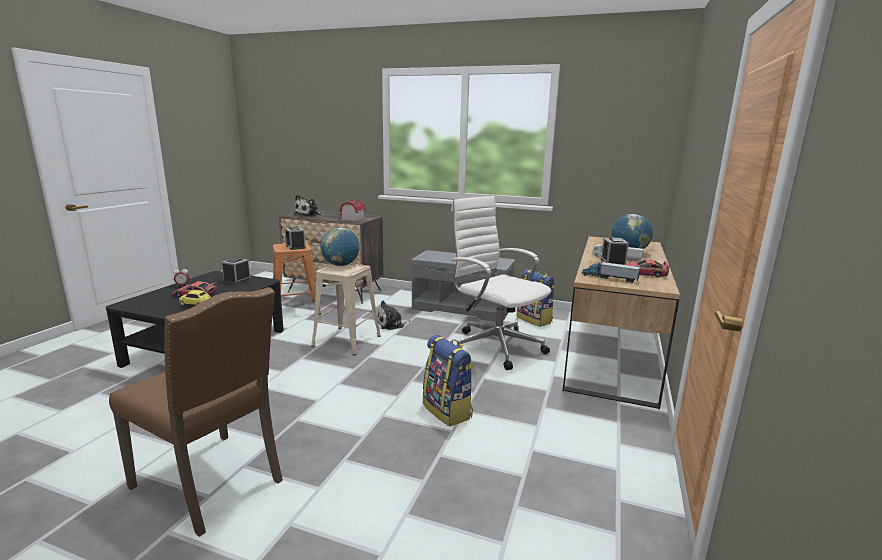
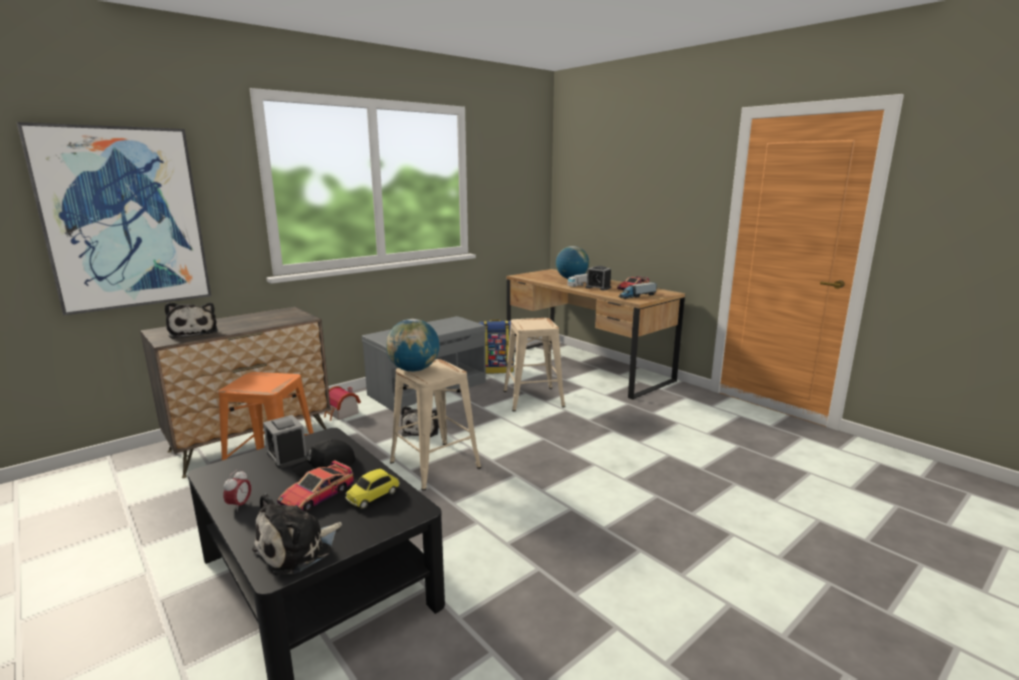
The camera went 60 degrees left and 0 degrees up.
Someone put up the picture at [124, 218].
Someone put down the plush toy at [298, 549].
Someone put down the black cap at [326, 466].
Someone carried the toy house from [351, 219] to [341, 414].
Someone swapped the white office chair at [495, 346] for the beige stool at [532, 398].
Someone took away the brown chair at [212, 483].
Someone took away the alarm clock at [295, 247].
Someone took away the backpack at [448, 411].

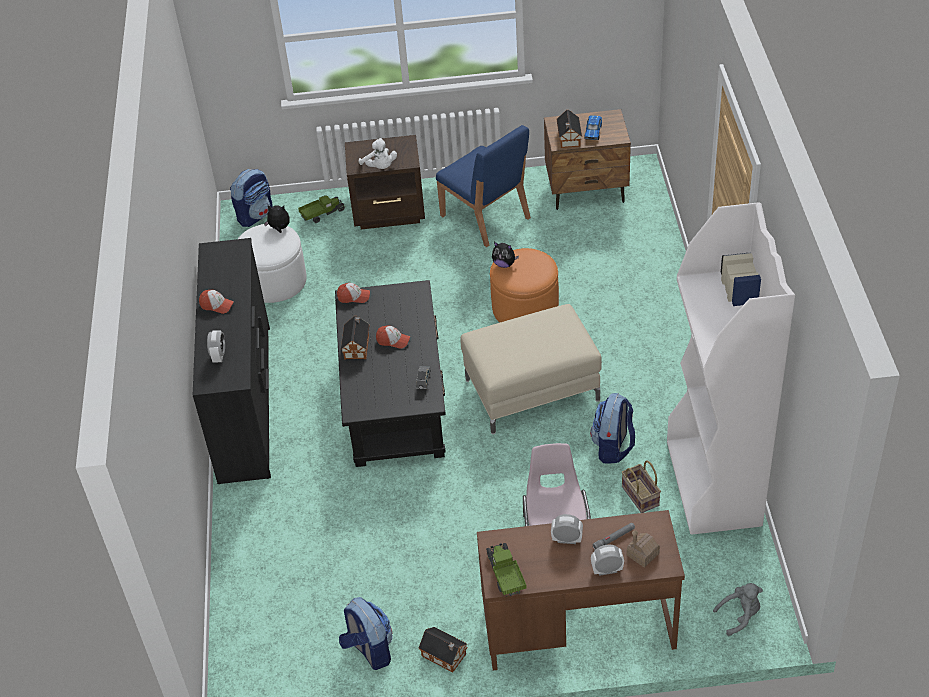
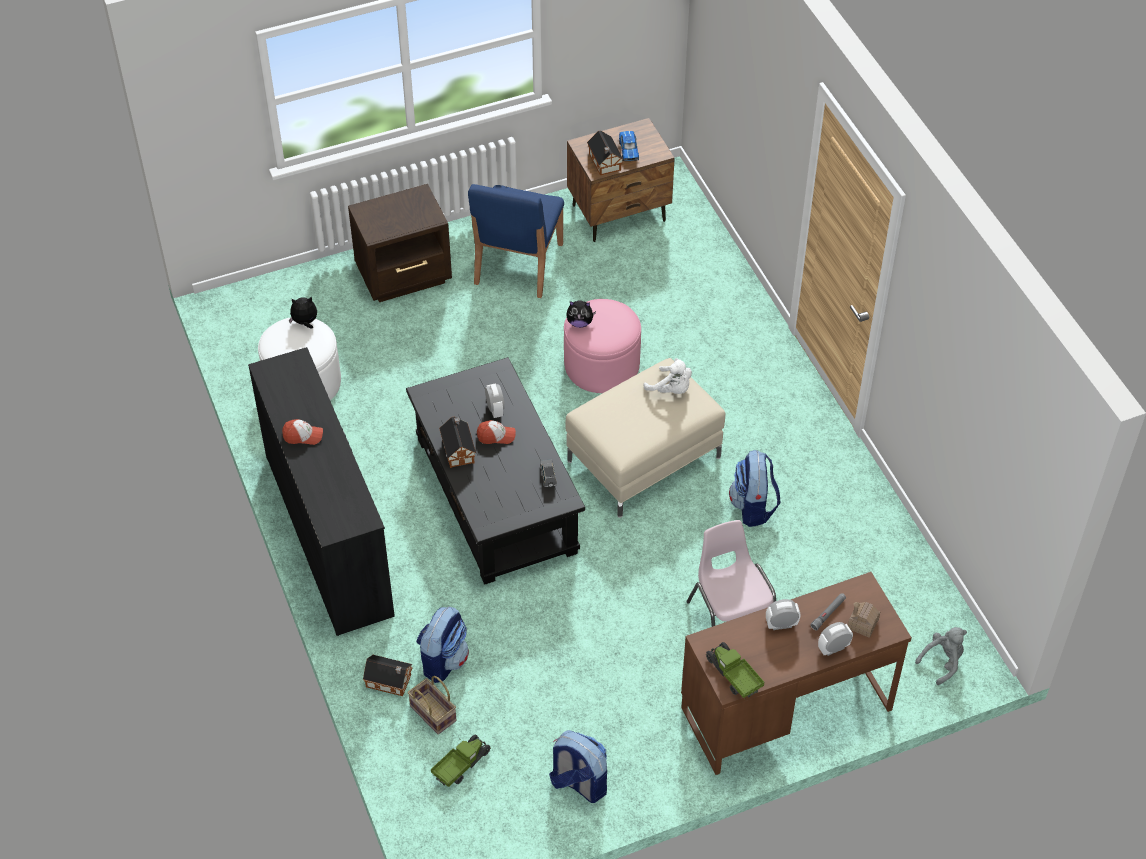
The camera went 20 degrees left and 5 degrees up.
Someone carried the toy house from [445, 656] to [390, 682].
Someone carried the basket from [639, 495] to [431, 713].
Someone carried the backpack from [255, 215] to [443, 660].
Someone carried the toy truck from [322, 214] to [461, 765].
Someone rotated the blue chair at [485, 217] by 75 degrees clockwise.
Someone carried the alarm clock from [219, 355] to [495, 409].
Someone repainted the orange ottoman at [525, 308], which became the pink ottoman at [601, 365].
Someone carried the white plush toy from [380, 167] to [671, 389].
Someone took away the cap at [354, 297].
Someone took away the white bookcase at [714, 484].

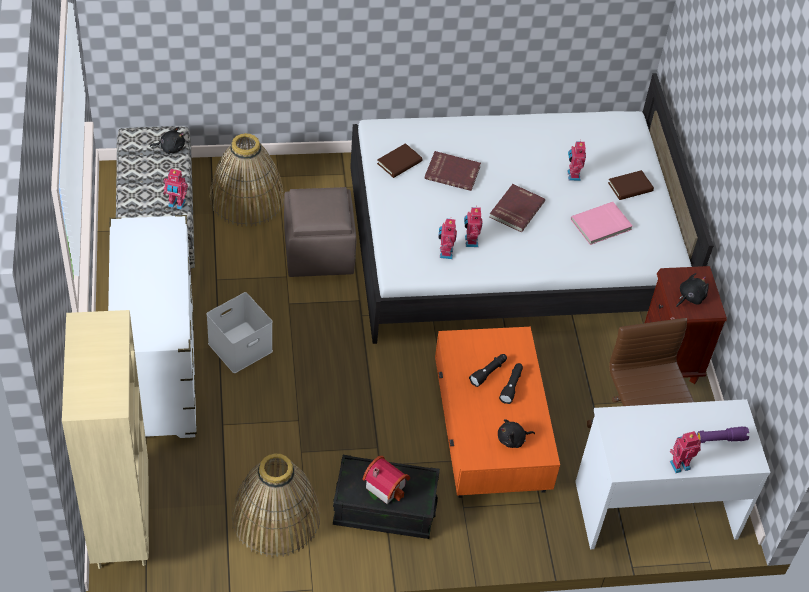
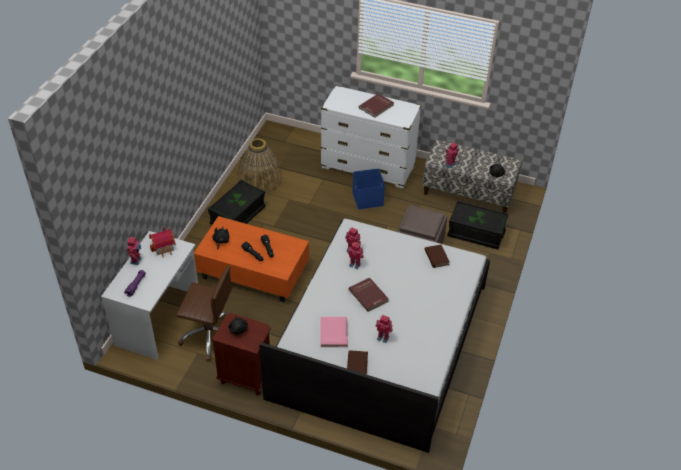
The camera went 120 degrees right and 5 degrees down.
Someone carried the toy house from [386, 485] to [164, 248].
Someone repainted the white storage box at [240, 346], which became the blue storage box at [368, 199].
Someone carried the red book from [452, 172] to [376, 107].
Someone swapped the basket at [247, 199] for the black storage box at [476, 233].
Someone took away the beige bookcase at [120, 524].

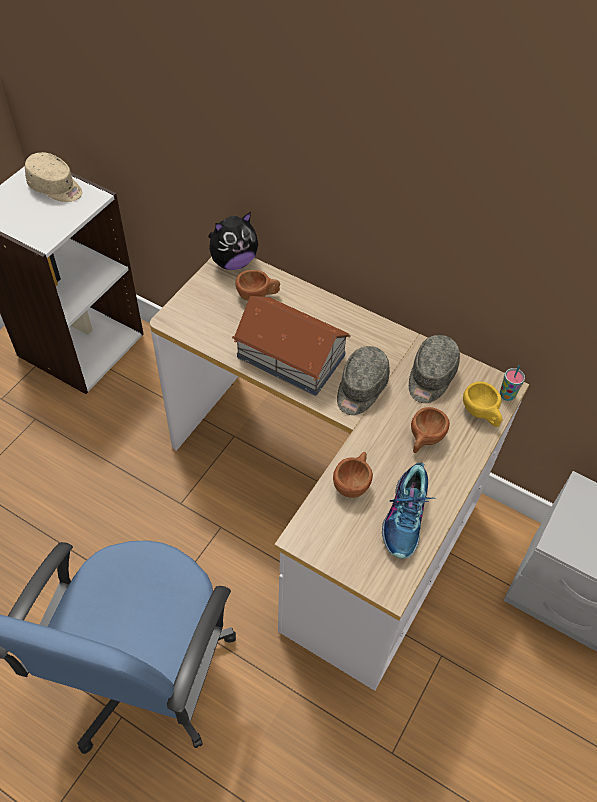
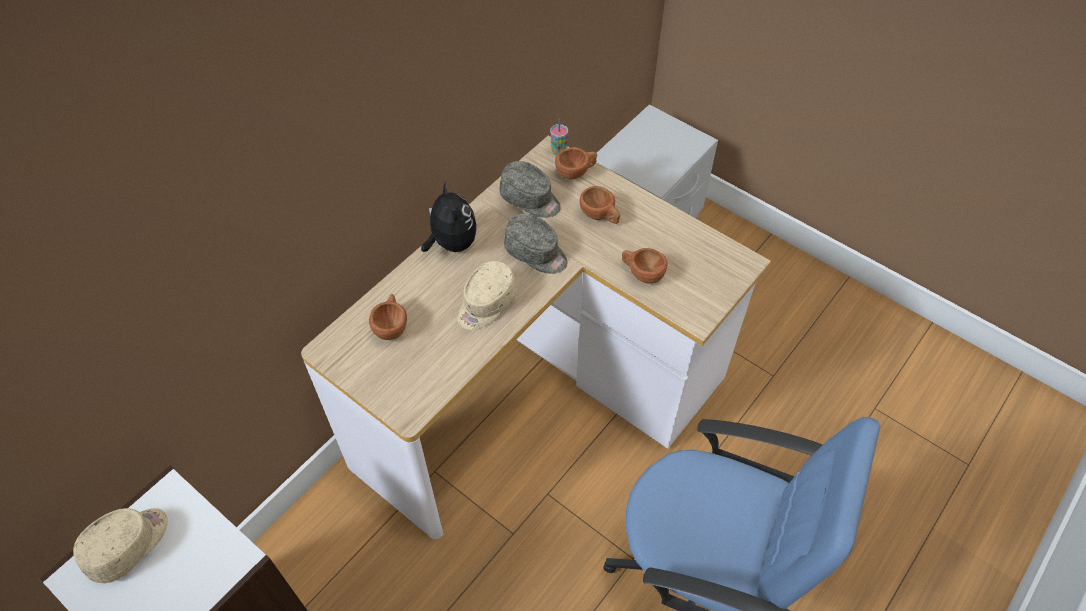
The camera went 80 degrees left and 0 degrees up.
Someone carried the plush toy from [233, 262] to [451, 243].
Someone swapped the toy house at [291, 357] for the beige cap at [486, 304].
Someone repainted the yellow cup at [481, 413], which became the brown cup at [576, 172].
Someone took away the shoe at [406, 517].

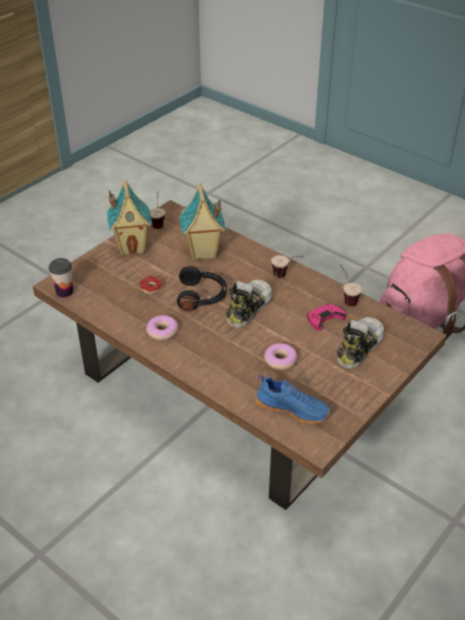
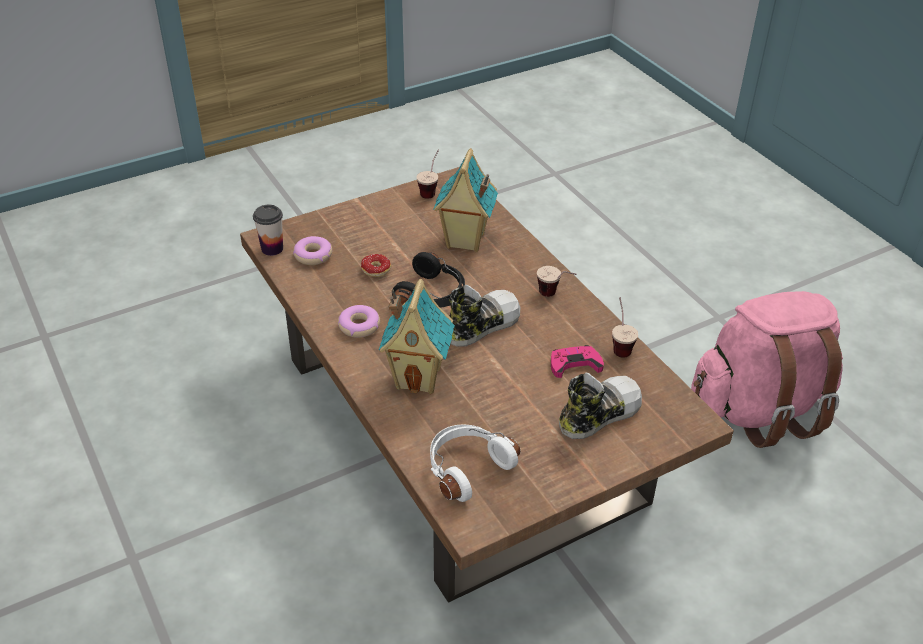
The camera went 20 degrees right and 0 degrees up.
Someone carried the donut from [280, 360] to [313, 255].
Someone carried the toy house from [132, 247] to [419, 378].
Someone swapped the blue shoe at [293, 408] for the white headphones at [466, 468].

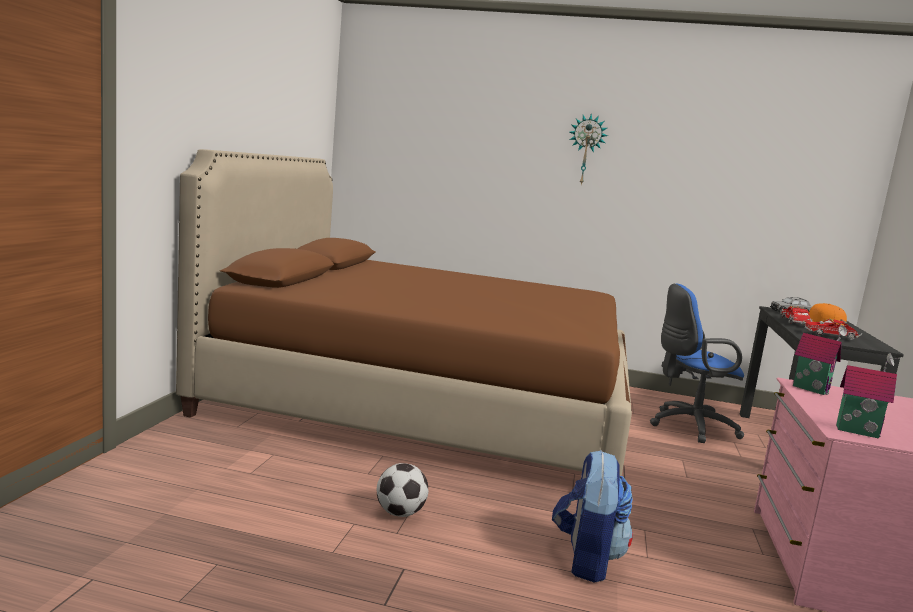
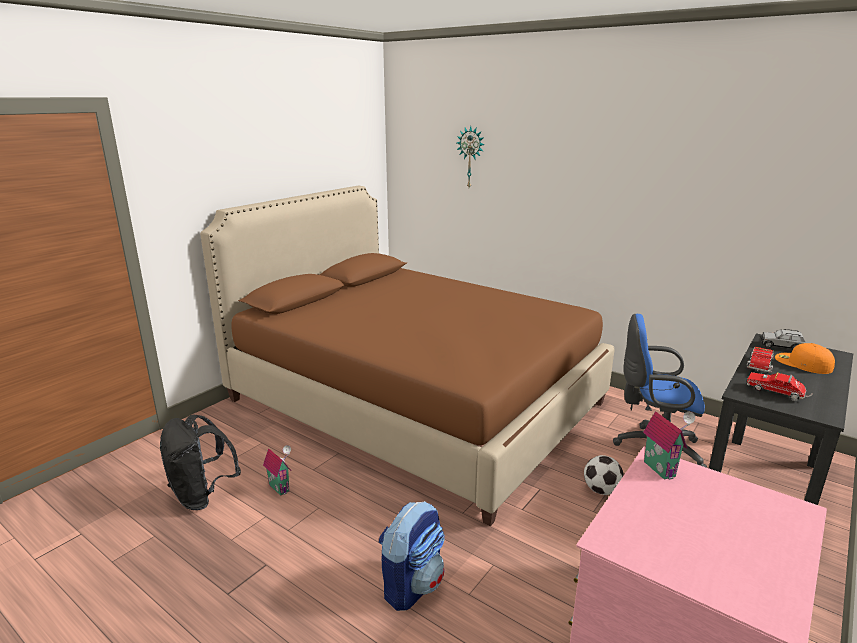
The camera went 25 degrees right and 10 degrees up.
Someone put down the black backpack at [202, 495].
Someone carried the toy house from [857, 431] to [281, 487].
Someone carried the wall clock from [586, 150] to [471, 157].
Someone carried the football from [400, 513] to [601, 490].

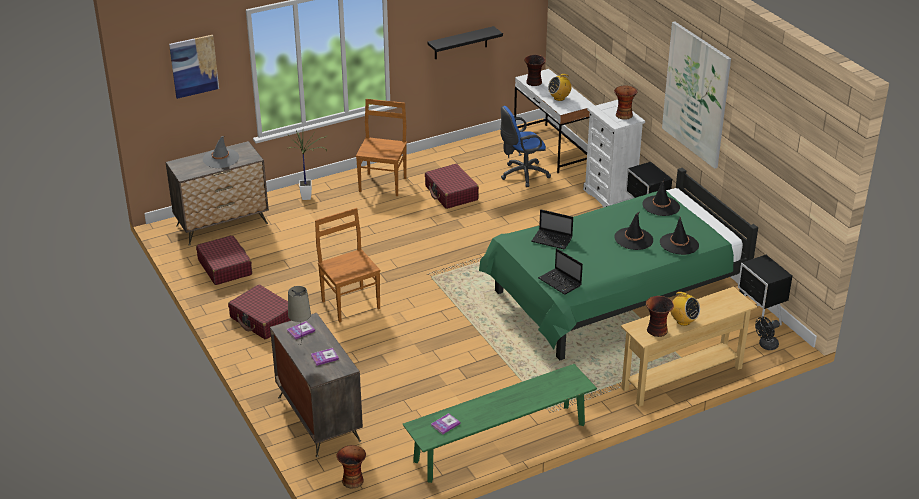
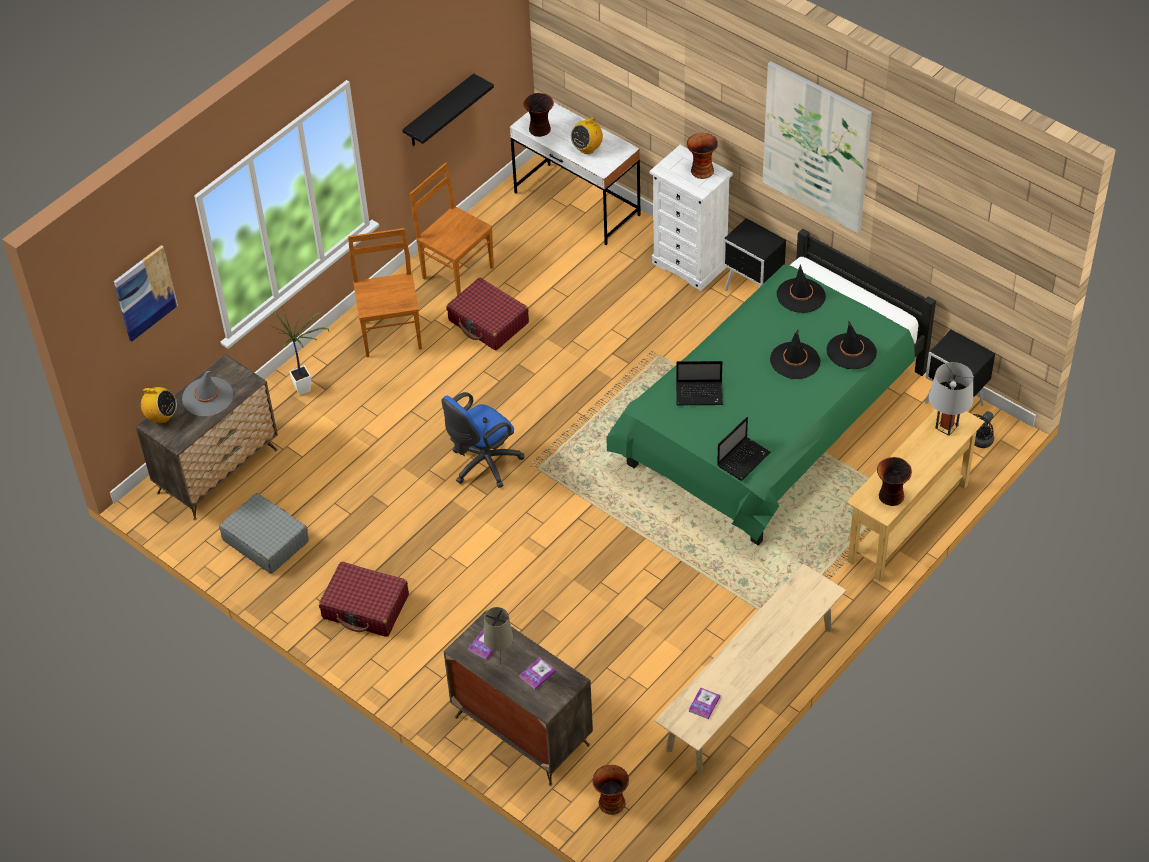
The camera went 20 degrees left and 15 degrees up.
Someone carried the radio from [683, 321] to [161, 417].
Someone repainted the red suitcase at [225, 267], which became the grey suitcase at [265, 540].
Someone carried the brown chair from [350, 304] to [456, 271].
Someone carried the blue office chair from [522, 175] to [482, 465].
Someone repainted the green bench at [500, 443], which became the beige bench at [750, 688].
Someone rotated the laptop at [560, 282] by 75 degrees counterclockwise.
Someone put down the grey table lamp at [946, 426].

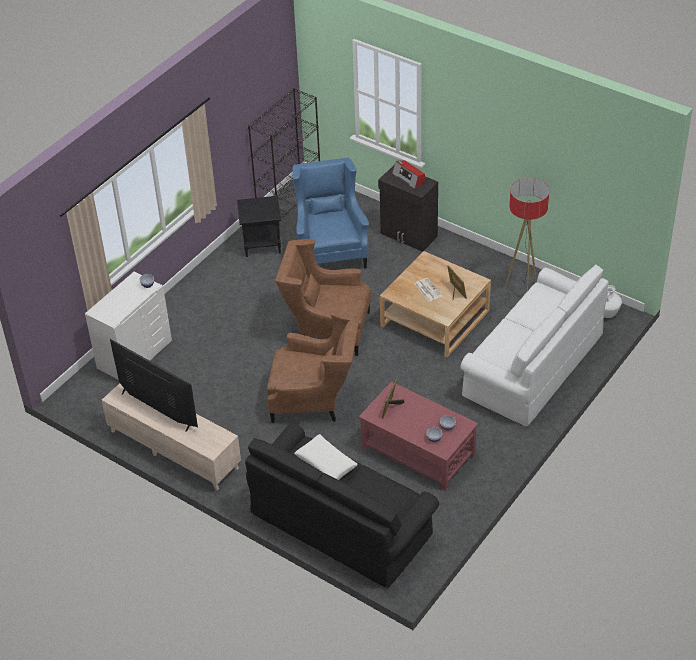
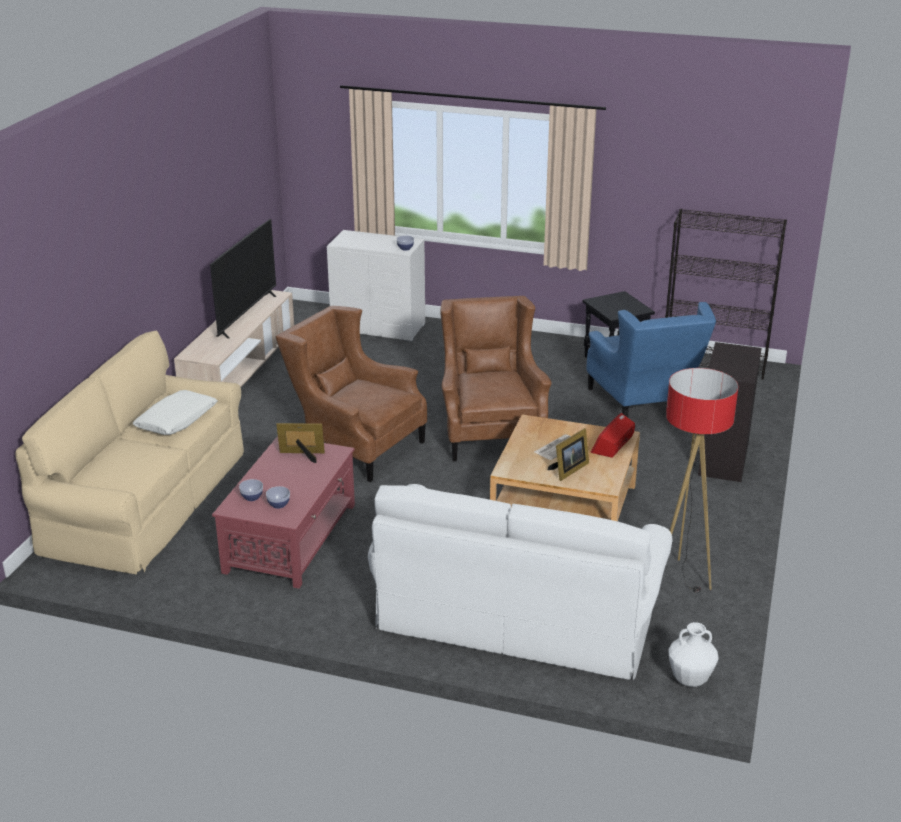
The camera went 70 degrees right and 15 degrees down.
Someone repainted the black sofa at [341, 522], which became the beige sofa at [146, 501].
Someone rotated the brown armchair at [315, 400] by 135 degrees clockwise.
Someone rotated the blue armchair at [330, 249] by 105 degrees clockwise.
Someone carried the radio from [409, 178] to [612, 444].

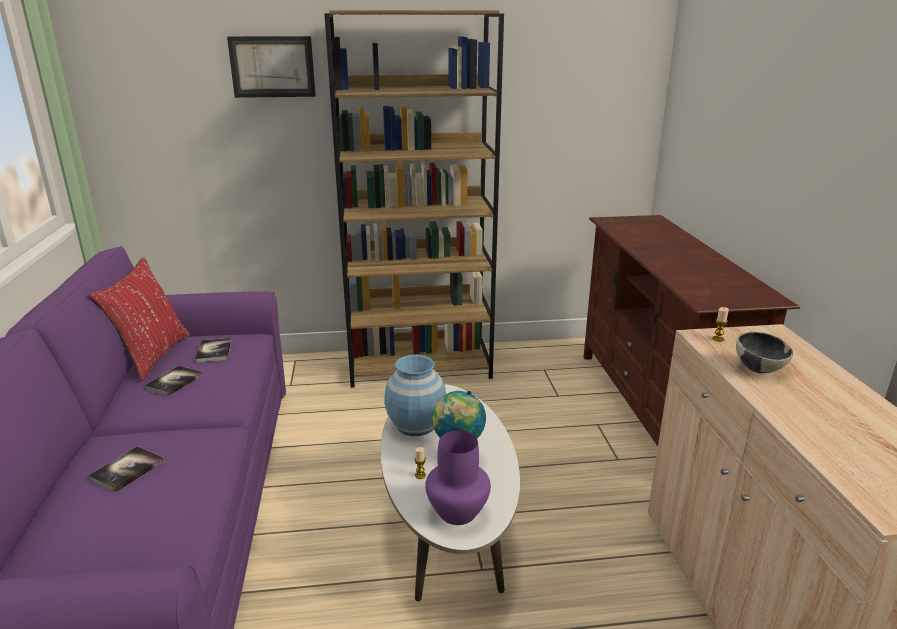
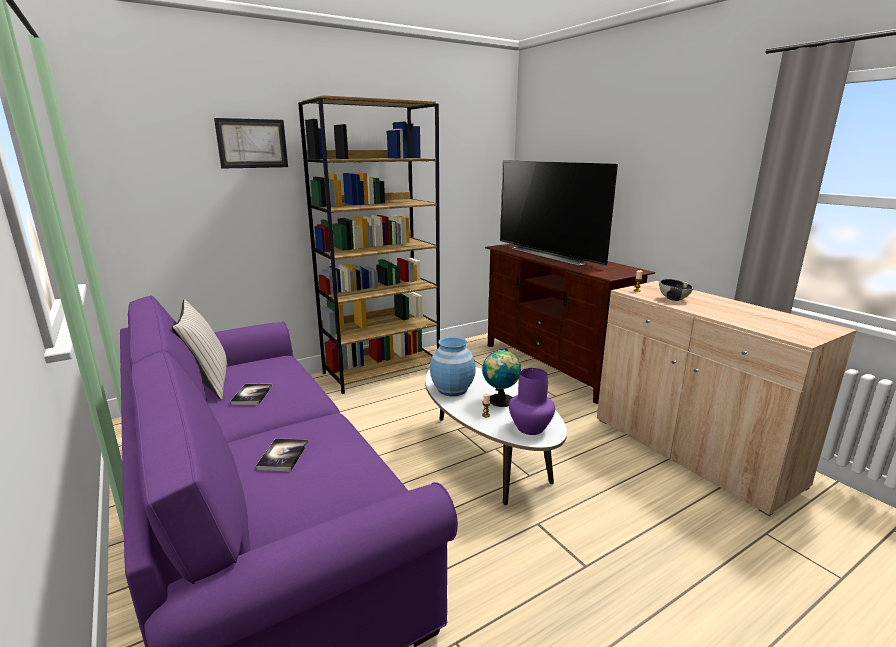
The camera went 25 degrees left and 5 degrees down.
Someone repainted the red pillow at [151, 356], which became the beige pillow at [208, 384].
Someone put down the television at [551, 254].
Someone took away the book at [214, 351].

